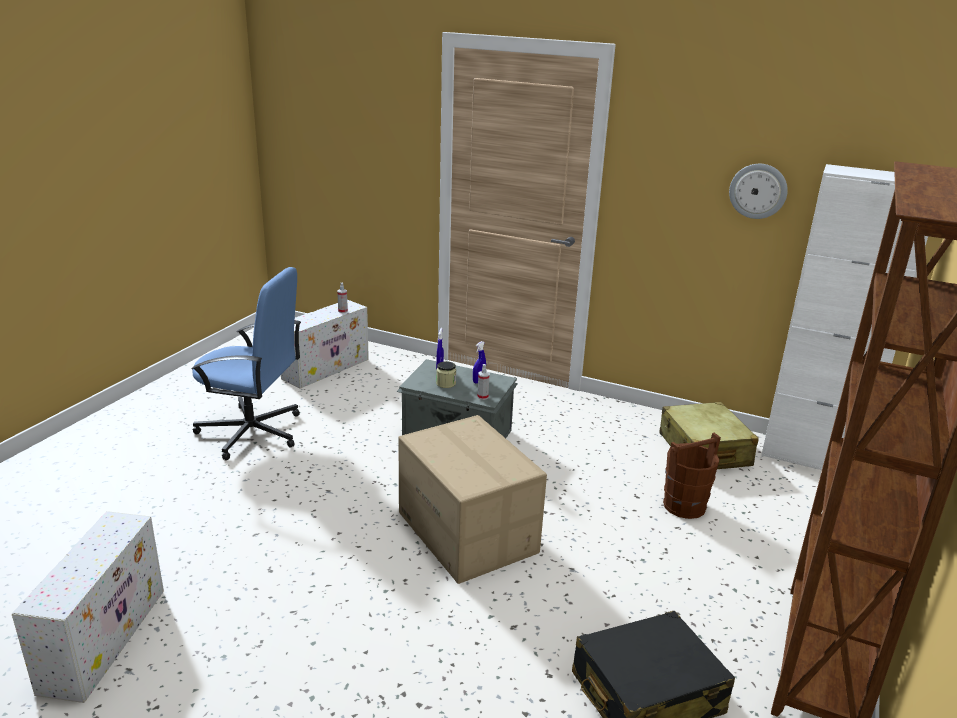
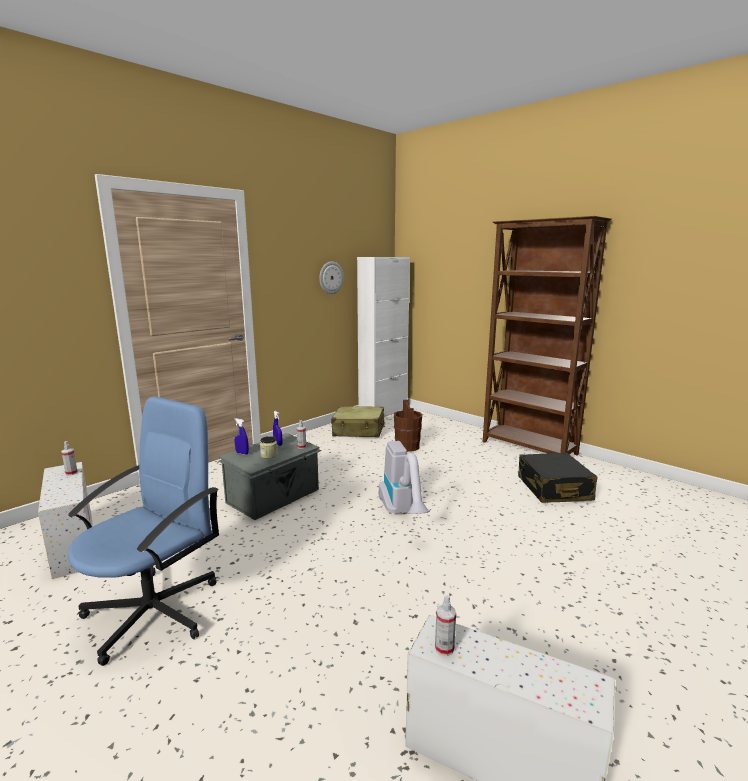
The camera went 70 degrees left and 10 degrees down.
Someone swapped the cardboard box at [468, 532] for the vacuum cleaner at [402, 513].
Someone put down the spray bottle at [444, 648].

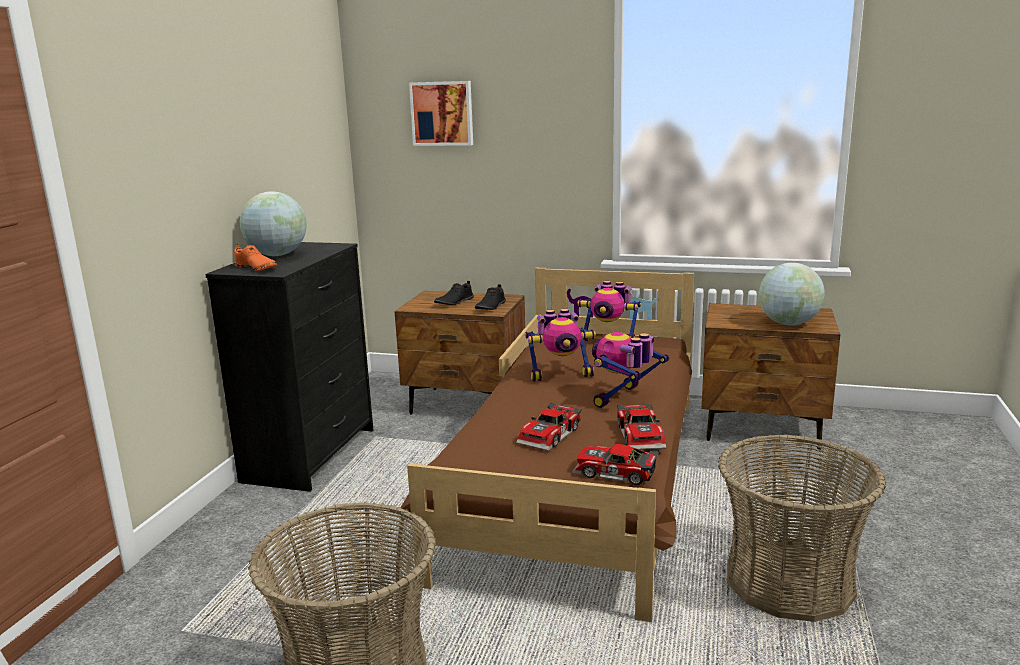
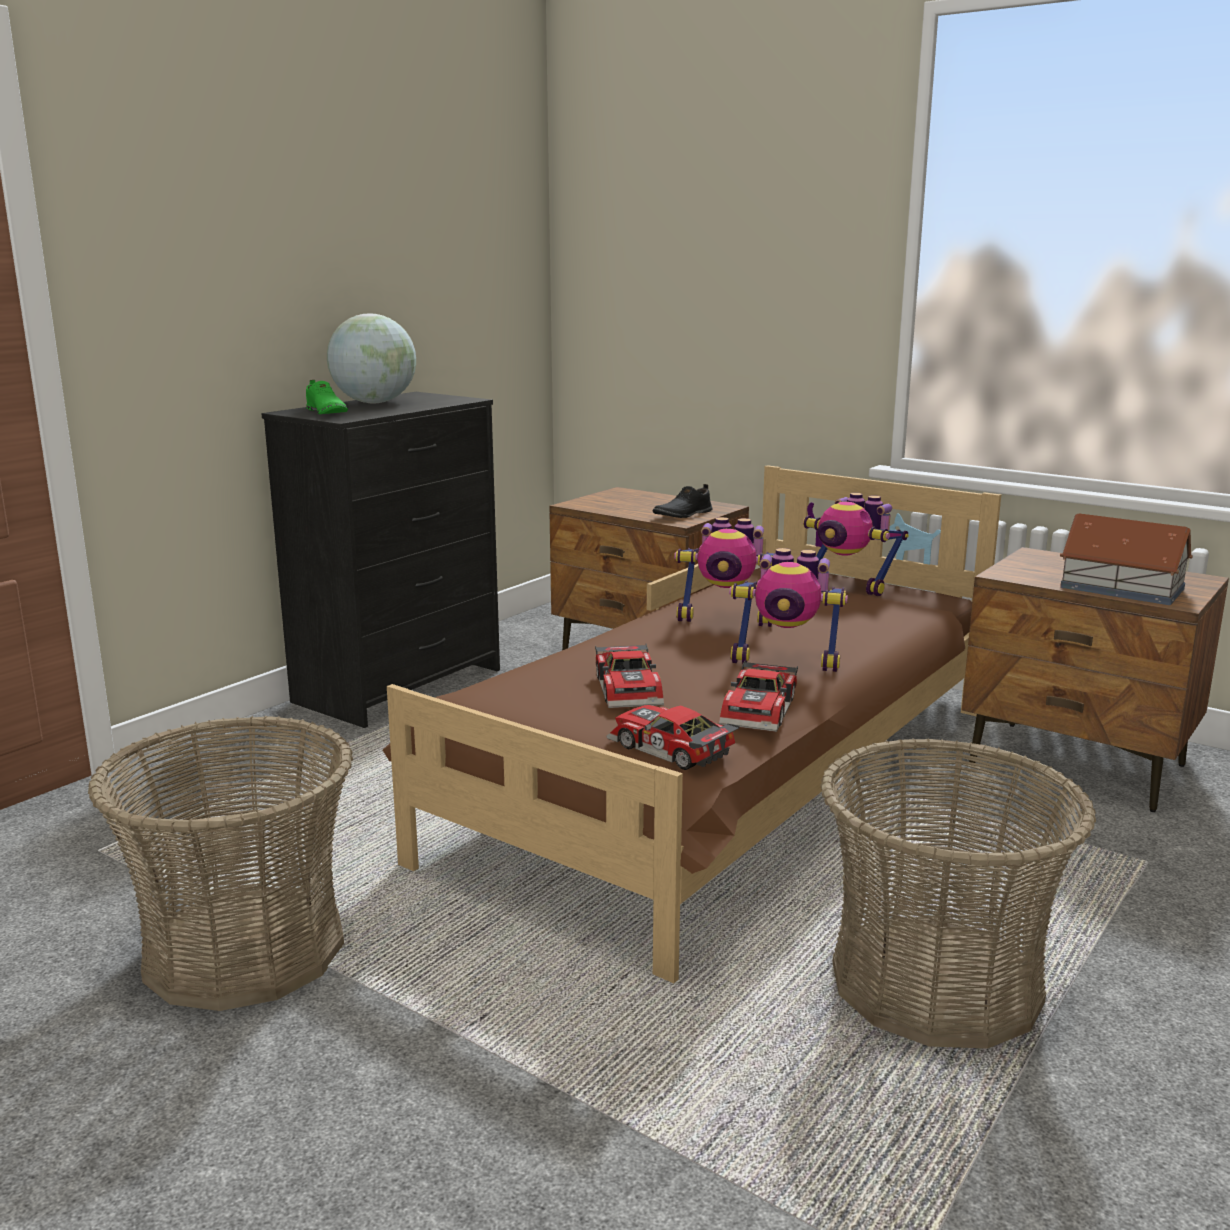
The camera went 20 degrees right and 0 degrees up.
Someone repainted the orange shoe at [256, 268], which became the green shoe at [325, 413].
Someone rotated the toy car at [551, 436] by 60 degrees counterclockwise.
Someone rotated the toy robot at [624, 399] by 135 degrees counterclockwise.
Someone swapped the globe at [788, 323] for the toy house at [1123, 588].
Someone took away the picture at [442, 113].
Someone took away the black shoe at [454, 302].

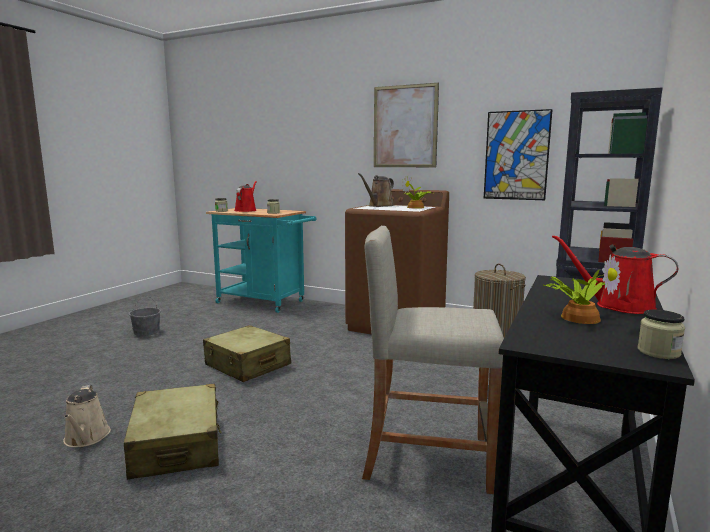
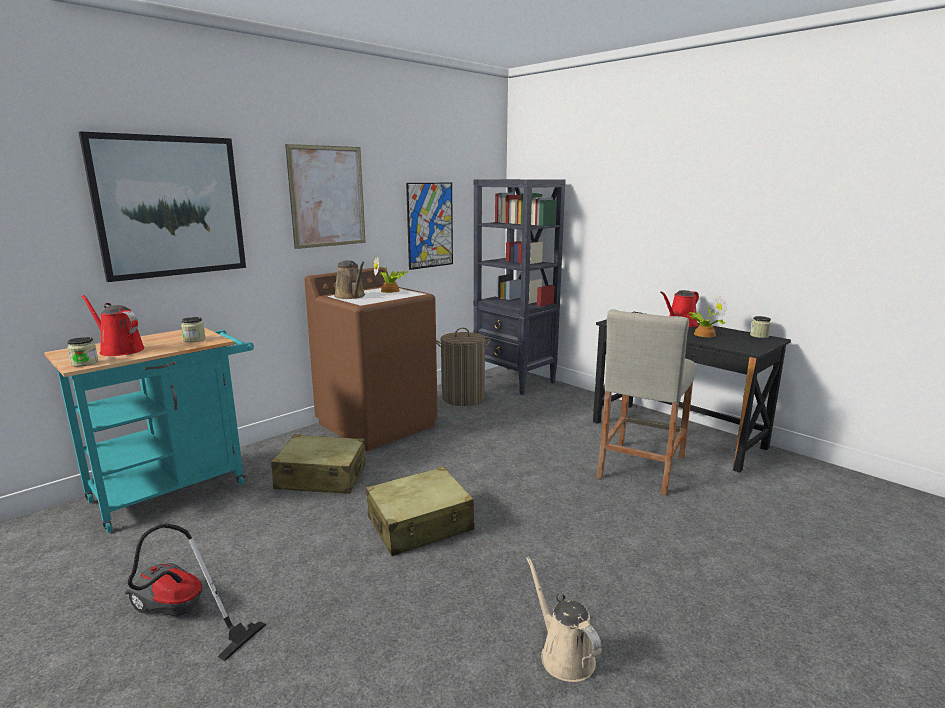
The camera went 70 degrees left and 5 degrees up.
Someone put up the picture at [170, 206].
Someone swapped the grey bucket at [147, 332] for the vacuum cleaner at [180, 616].
Someone carried the beige suitcase from [177, 445] to [321, 477].
Someone rotated the beige watering can at [86, 438] by 120 degrees counterclockwise.

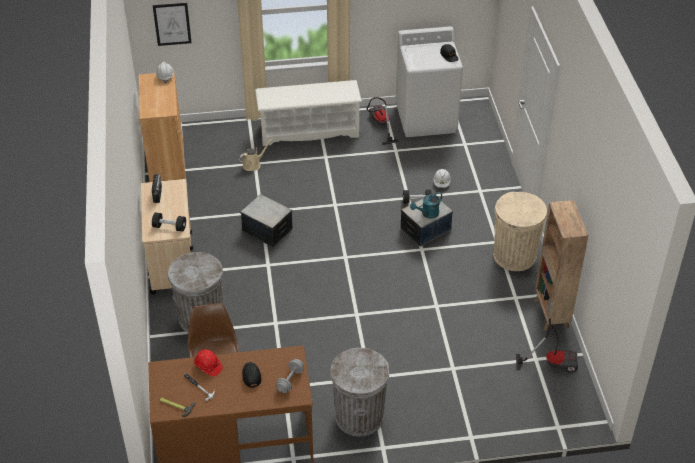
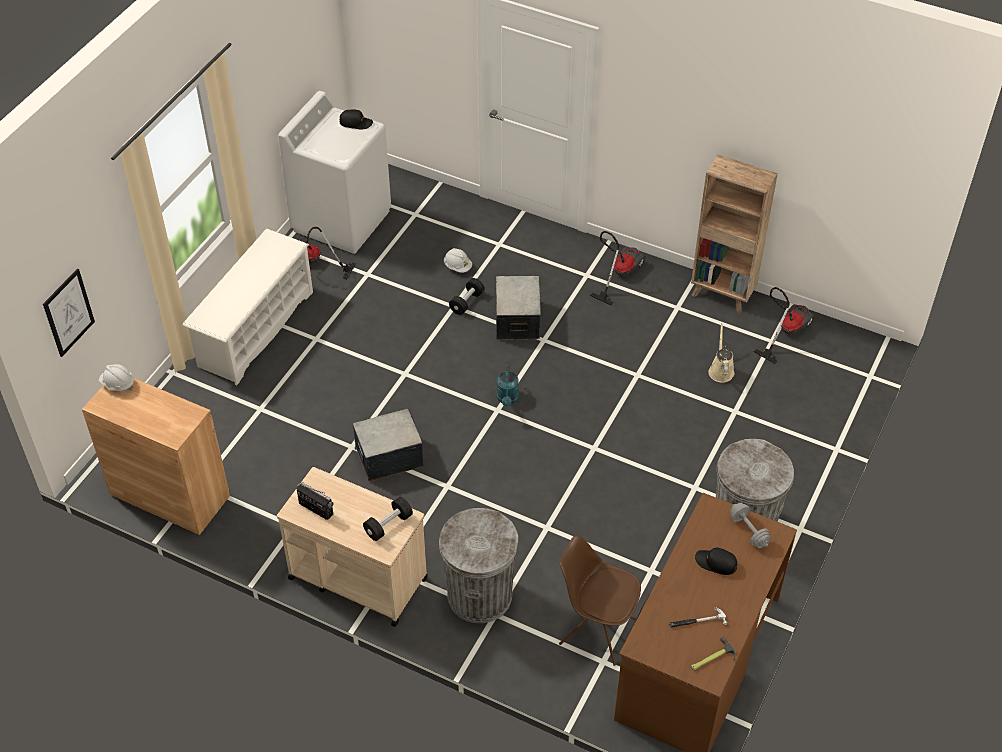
The camera went 55 degrees left and 5 degrees up.
Someone carried the turquoise watering can from [427, 214] to [507, 399].
Someone swapped the beige trash can at [514, 256] for the vacuum cleaner at [619, 274].
Someone carried the beige watering can from [253, 164] to [720, 370].
Someone took away the red hard hat at [208, 366].

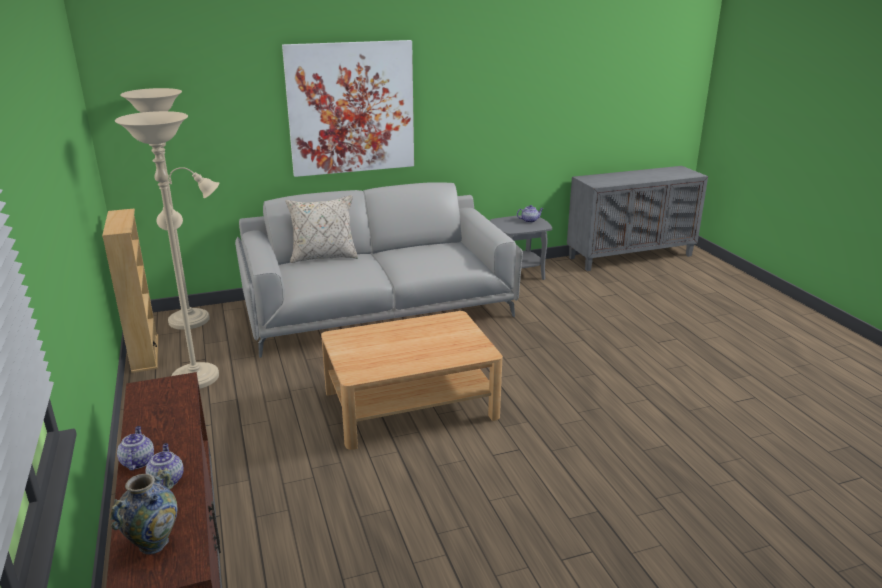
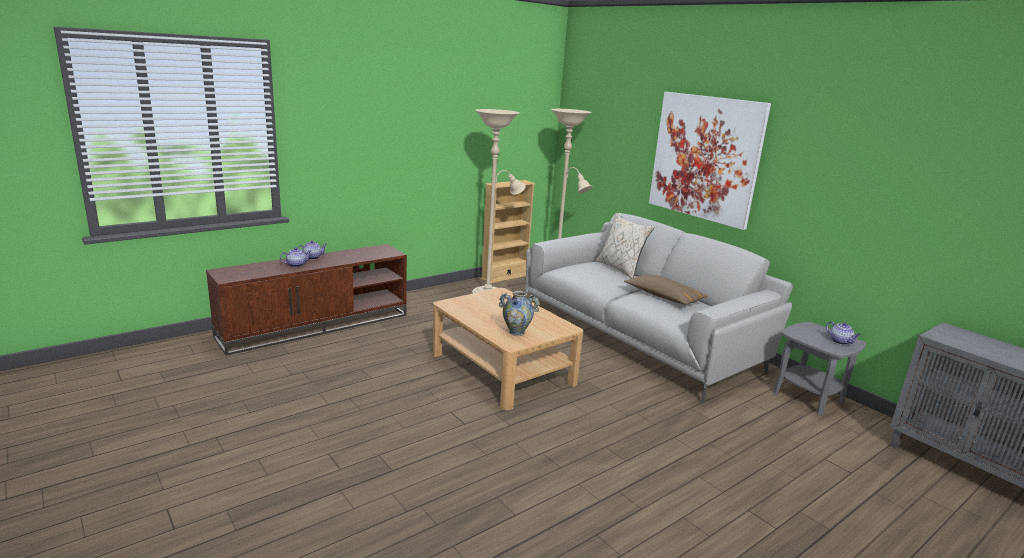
The camera went 70 degrees right and 5 degrees down.
Someone carried the vase from [154, 544] to [516, 332].
Someone put down the brown pillow at [663, 297].

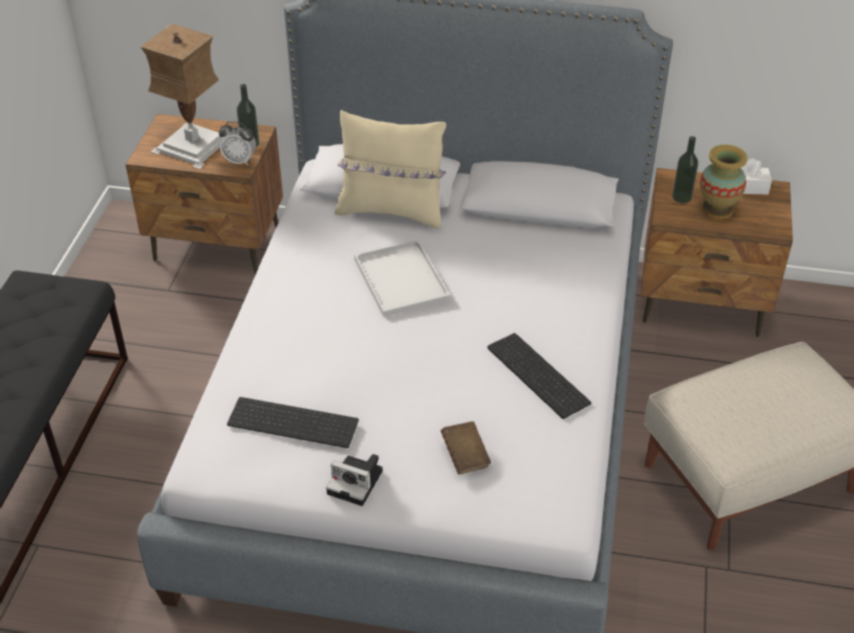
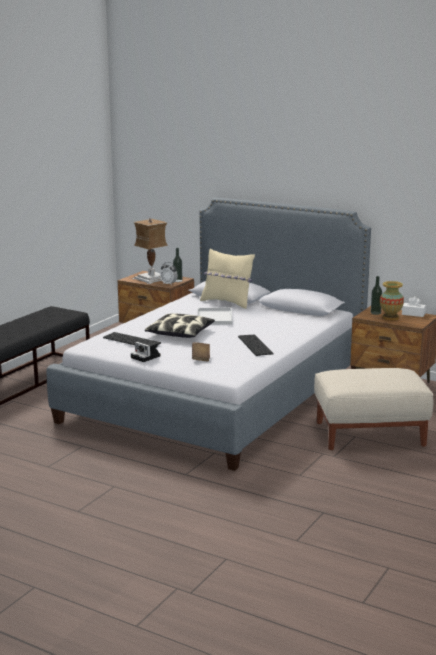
The camera went 20 degrees right and 25 degrees down.
Someone put down the pillow at [180, 333].

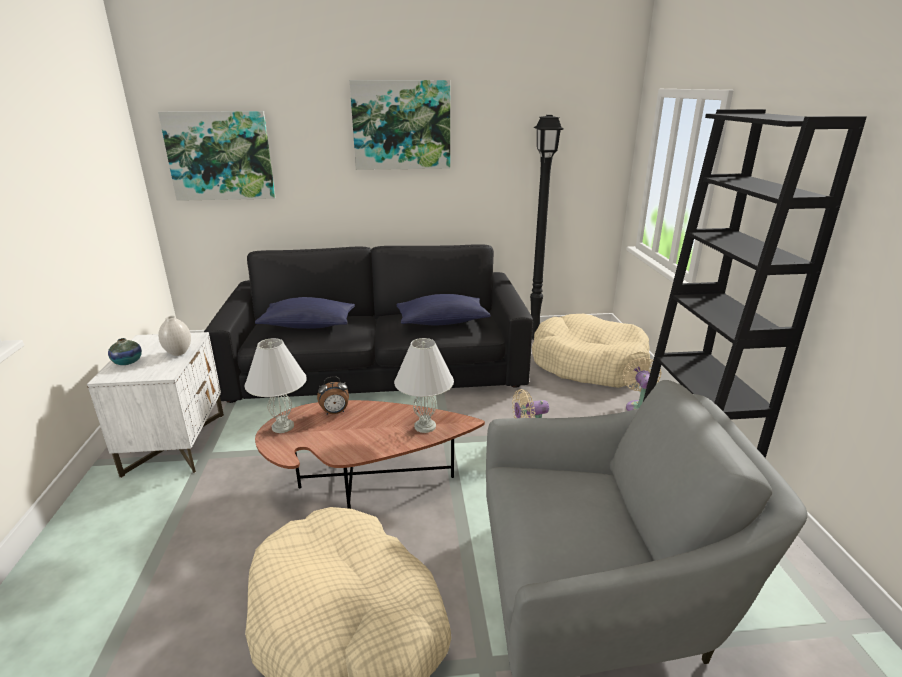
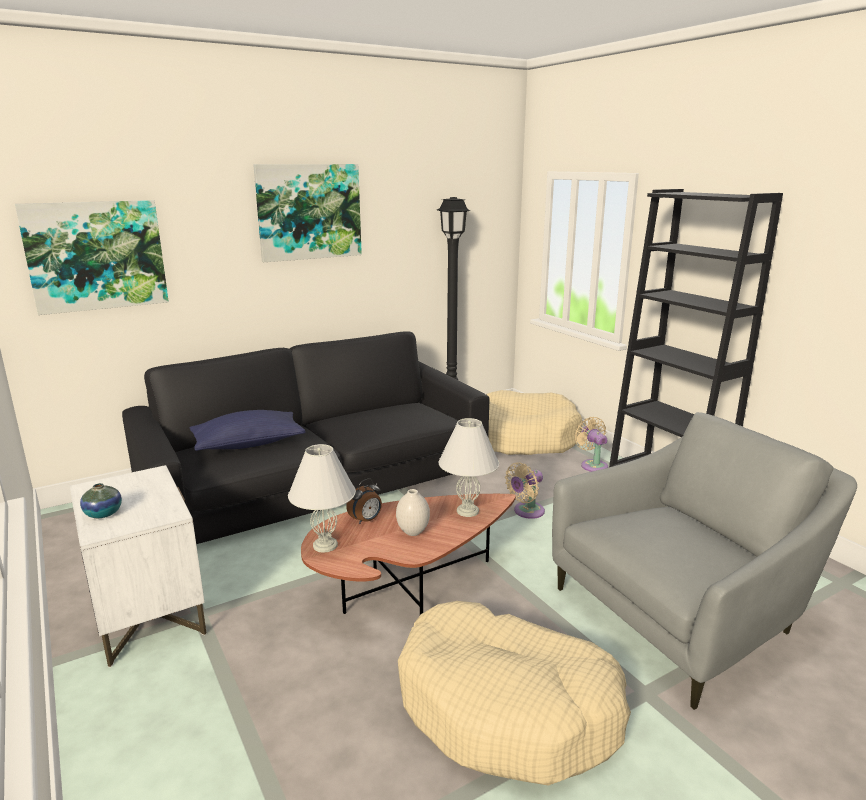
The camera went 25 degrees left and 5 degrees down.
Someone carried the white vase from [178, 353] to [413, 532].
Someone took away the blue pillow at [442, 322].

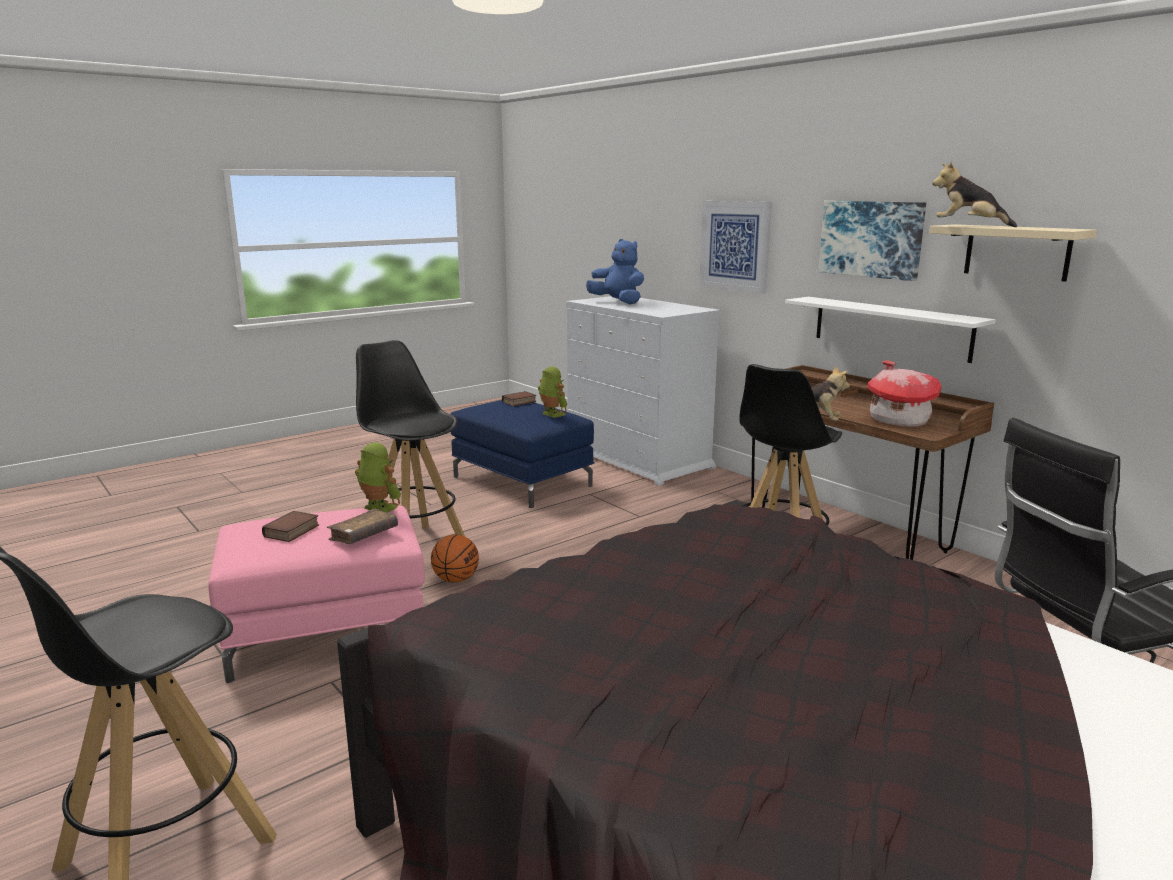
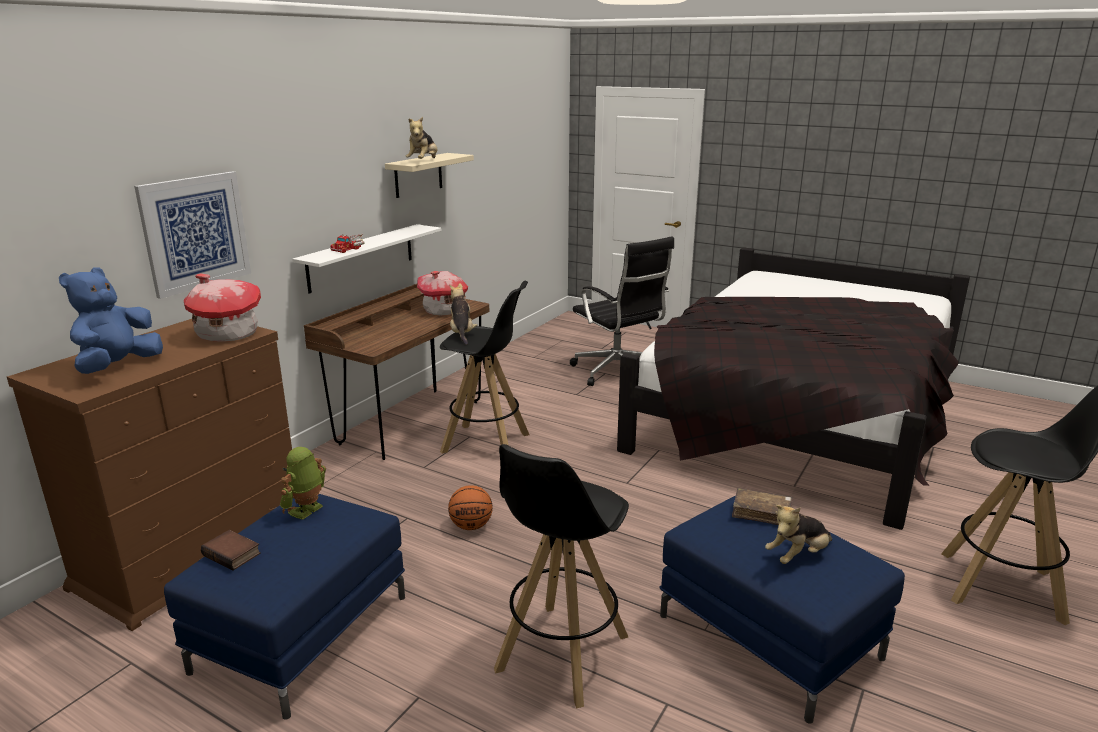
The camera went 110 degrees left and 5 degrees up.
Someone repainted the white dresser at [638, 458], which became the brown dresser at [194, 552].
Someone put down the toy house at [227, 334].
Someone put down the toy truck at [349, 248].
Someone carried the basketball from [455, 579] to [471, 526].
Someone repainted the pink ottoman at [326, 632], which became the blue ottoman at [769, 636].
Someone swapped the book at [292, 531] for the plush toy at [798, 556].
Someone took away the toy robot at [378, 508].
Someone took away the picture at [871, 239].

